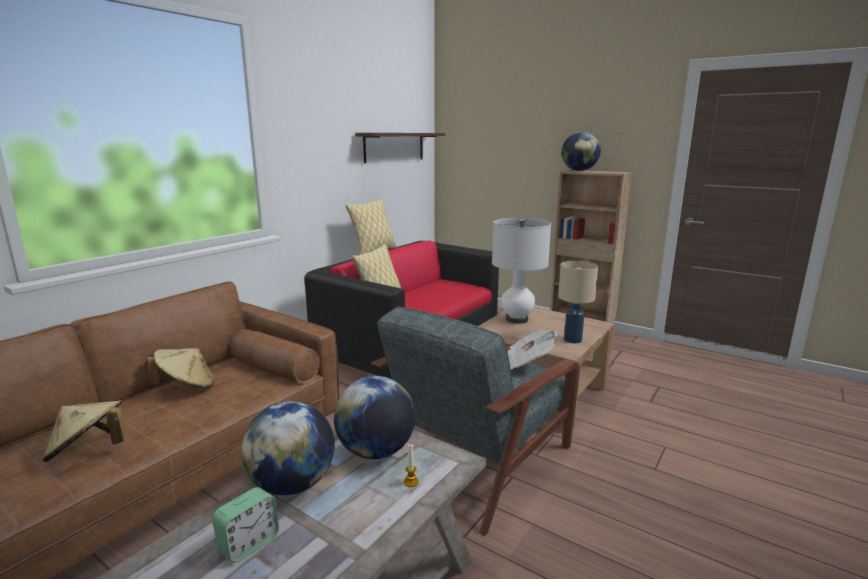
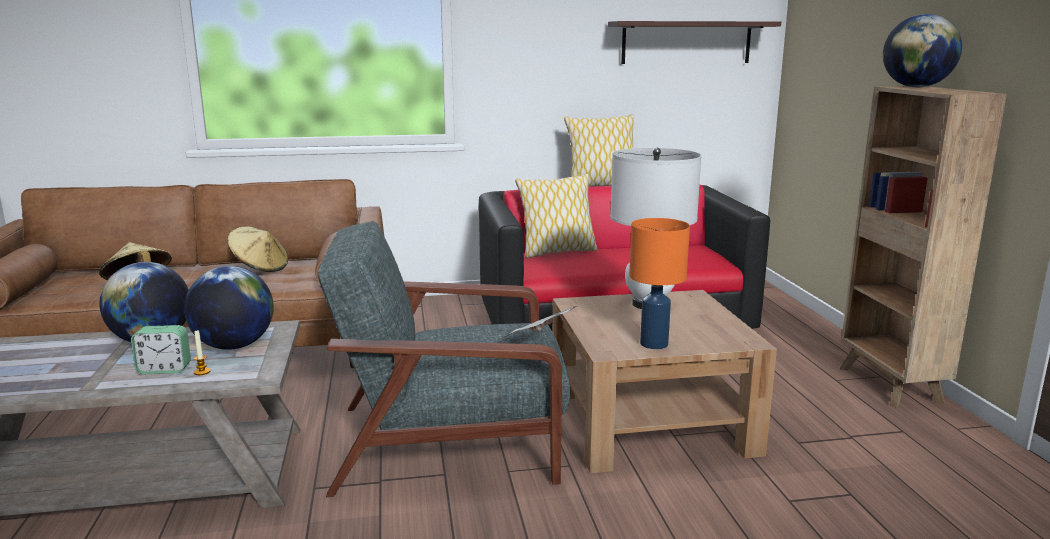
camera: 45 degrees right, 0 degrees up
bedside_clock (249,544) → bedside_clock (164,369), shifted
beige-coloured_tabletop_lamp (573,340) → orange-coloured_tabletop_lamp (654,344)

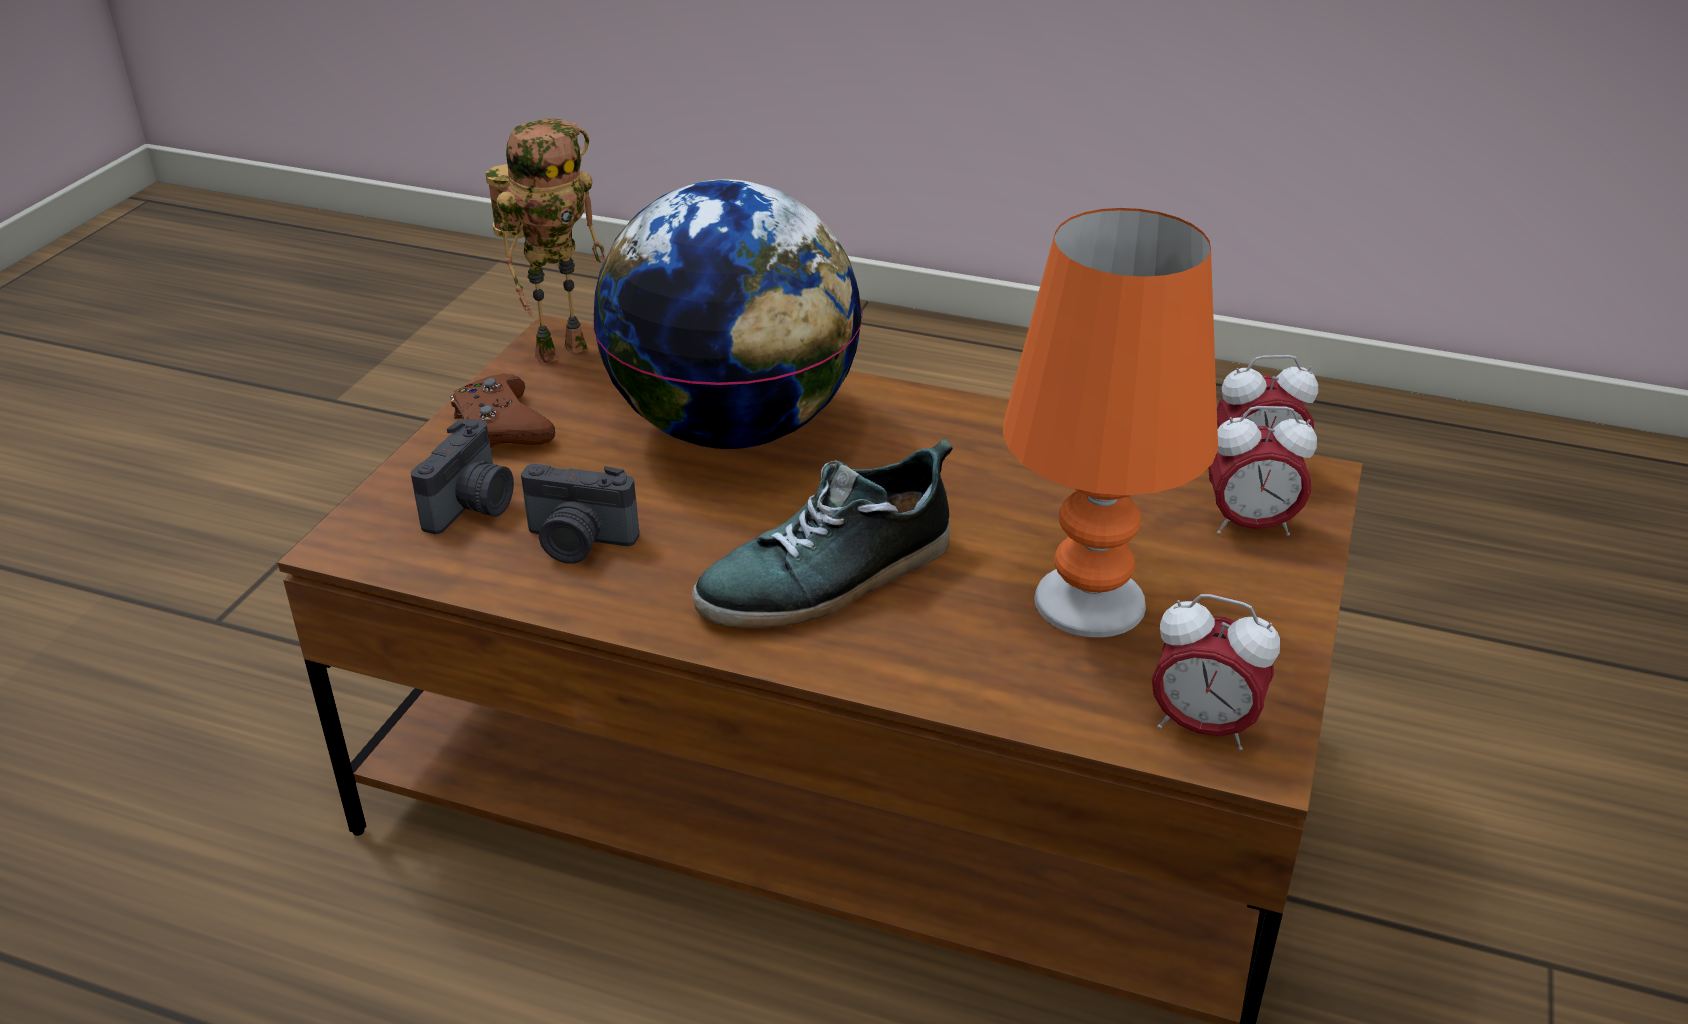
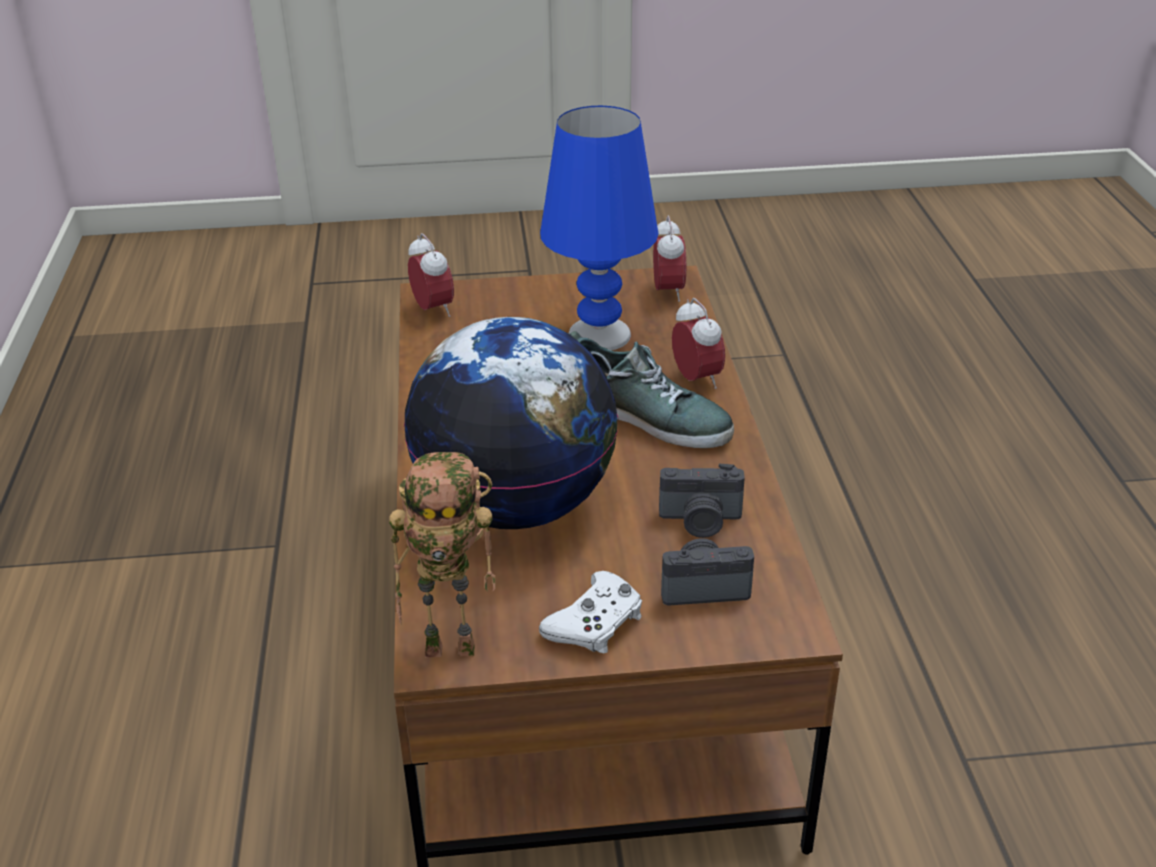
camera: 115 degrees left, 0 degrees up
bedside_clock (1250,525) → bedside_clock (696,380), shifted
brown-coloured_gamepad (501,426) → white_gamepad (595,623)
orange-coloured_tabletop_lamp (1088,600) → bluish_tabletop_lamp (599,335)
robot_figure (561,349) → robot_figure (454,645), 150 degrees clockwise
still_camera (578,543) → still_camera (700,521), 105 degrees clockwise

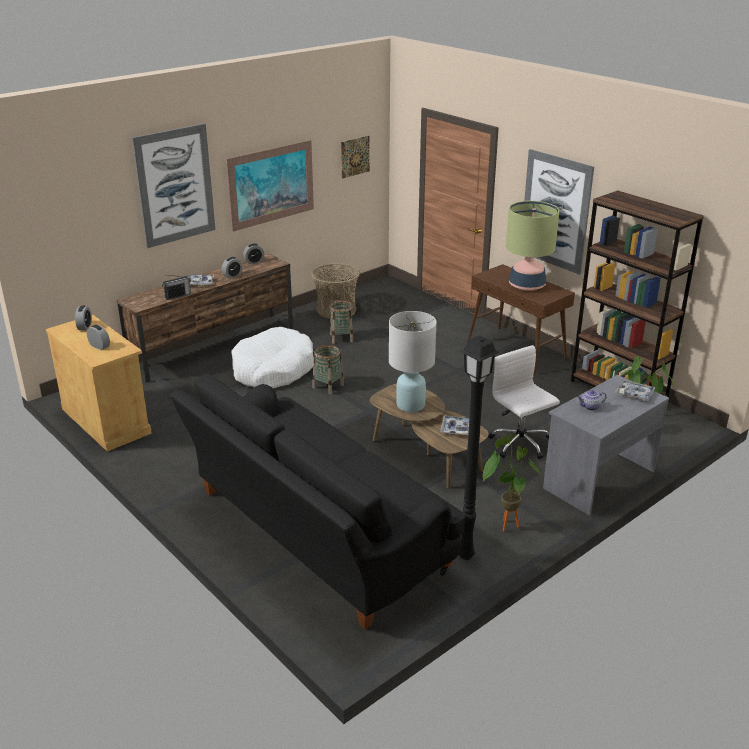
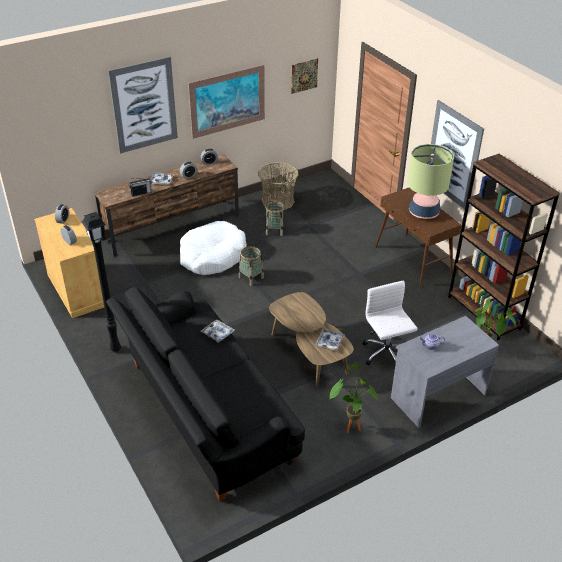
camera: 10 degrees right, 10 degrees up
white_tabletop_lamp (410,405) → -
black_standing_lamp (464,555) → black_standing_lamp (114,349), shifted
carrying_tray (634,394) → carrying_tray (217,333), shifted

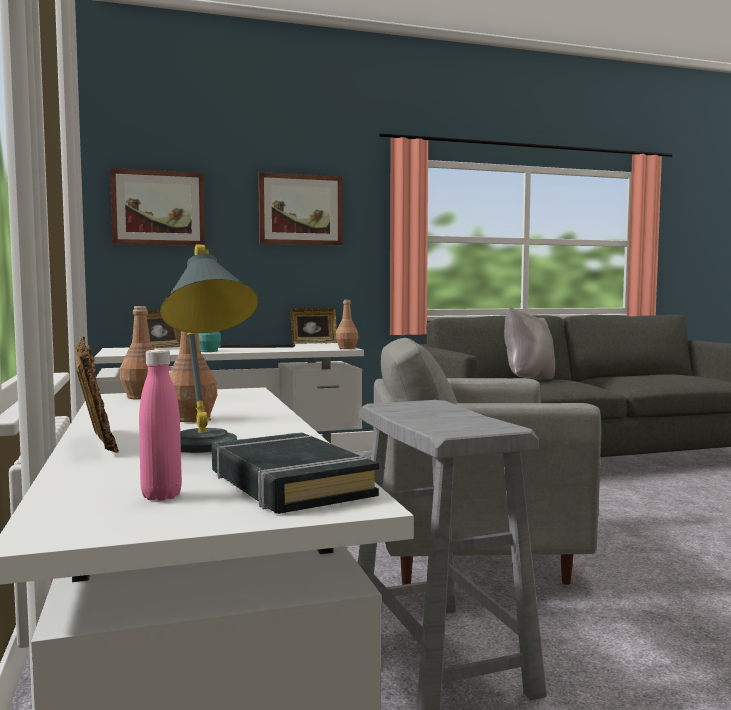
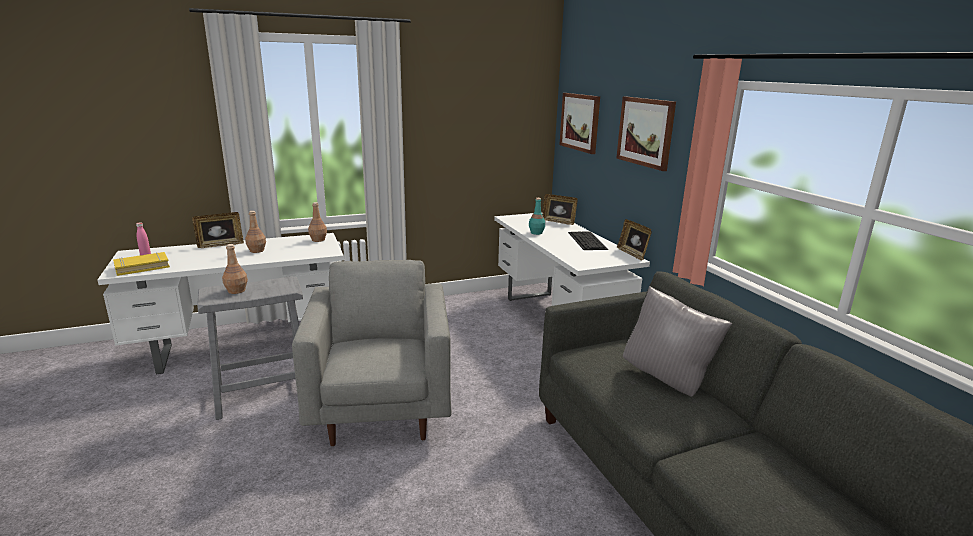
camera: 85 degrees right, 15 degrees up
greyish_tabletop_lamp (207,450) → -
brown-coloured_beverage_bottle (346,348) → brown-coloured_beverage_bottle (236,290), shifted
black_volume (288,484) → yellow-coloured_volume (142,267)

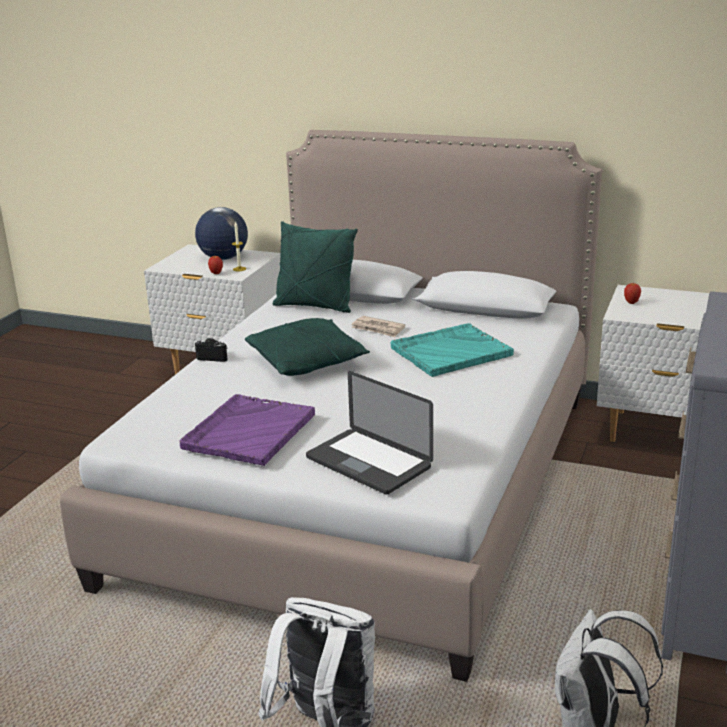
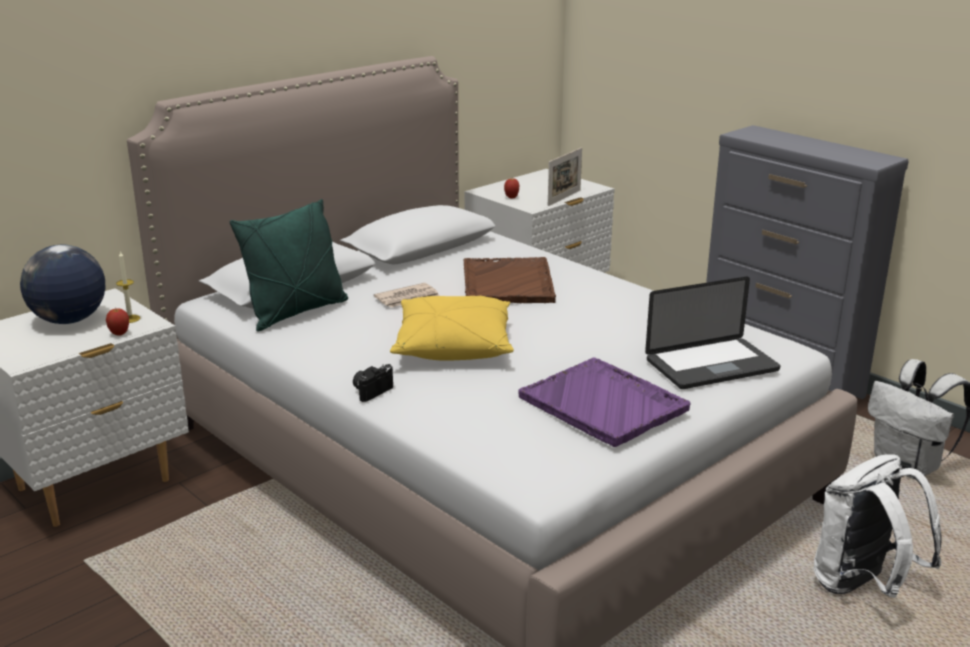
camera: 65 degrees left, 0 degrees up
- → photo_frame (564,198)
greenish_cushion (307,362) → yellow-coloured_cushion (453,346)
blue-green_carrying_tray (450,352) → brown-coloured_carrying_tray (507,283)

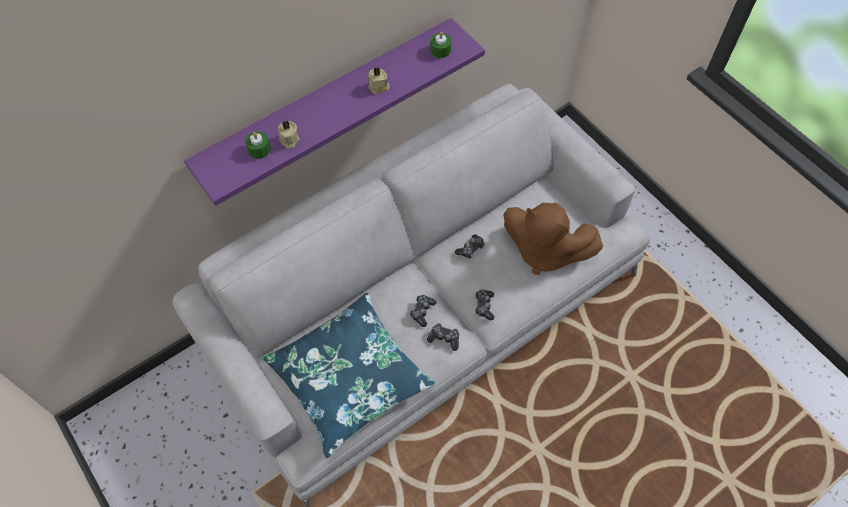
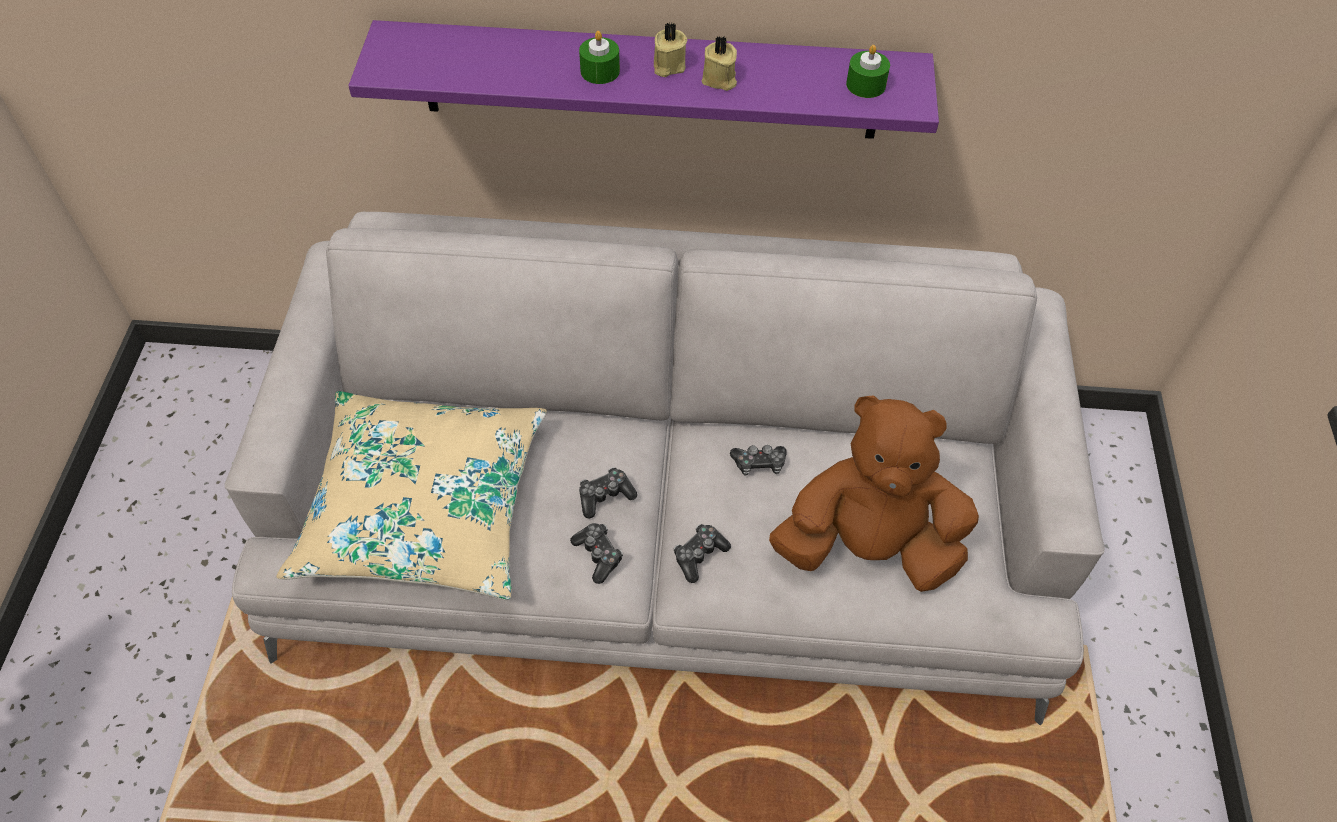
camera: 40 degrees right, 5 degrees down
greenish_candle (259,149) → greenish_candle (600,71), shifted
beige-coloured_candle (289,140) → beige-coloured_candle (668,66), shifted
bluish_cushion (349,378) → beige-coloured_cushion (424,507)
brown-coloured_plush_toy (544,251) → brown-coloured_plush_toy (868,546), 120 degrees clockwise

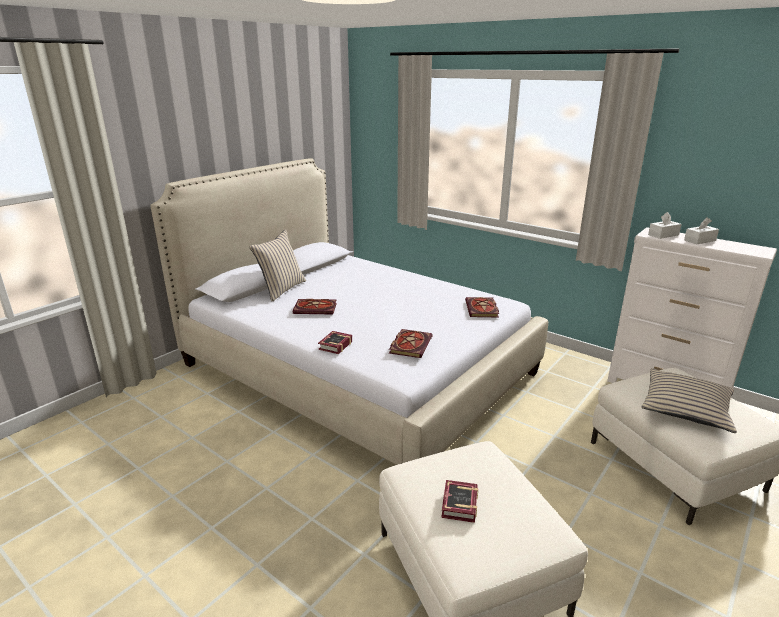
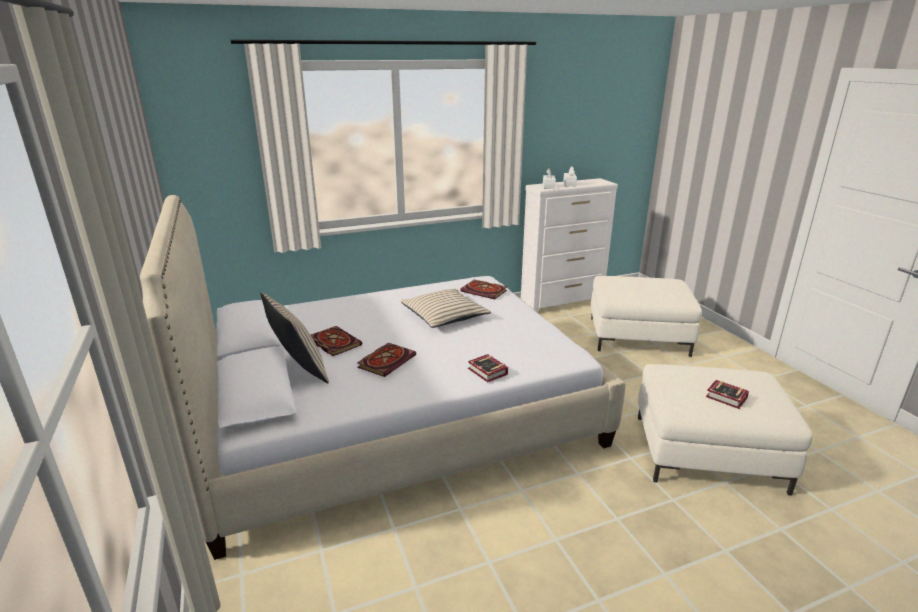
camera: 60 degrees left, 0 degrees up
volume (410,344) → volume (333,342), shifted
beige-coloured_cushion (686,408) → beige-coloured_cushion (444,316), shifted

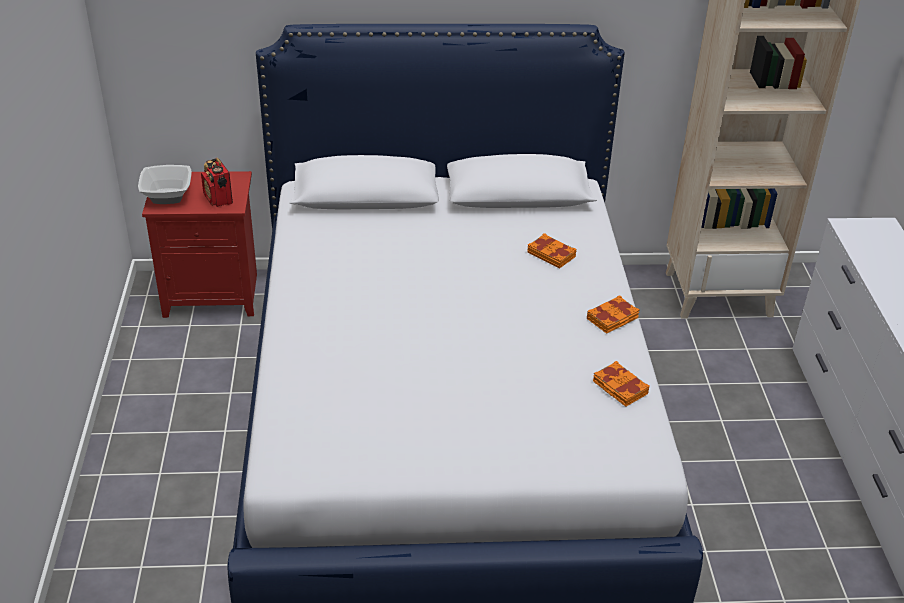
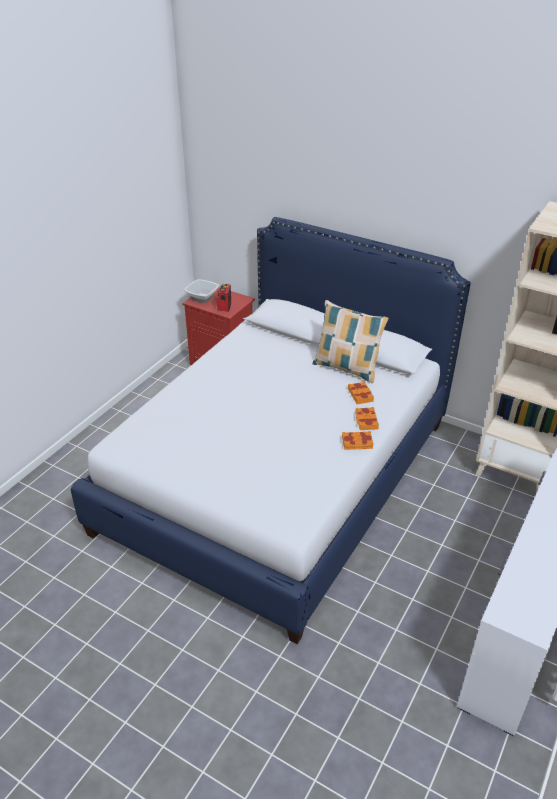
camera: 35 degrees right, 0 degrees up
- → cushion (347,368)
orange-coloured_volume (619,388) → orange-coloured_volume (366,421), shifted

